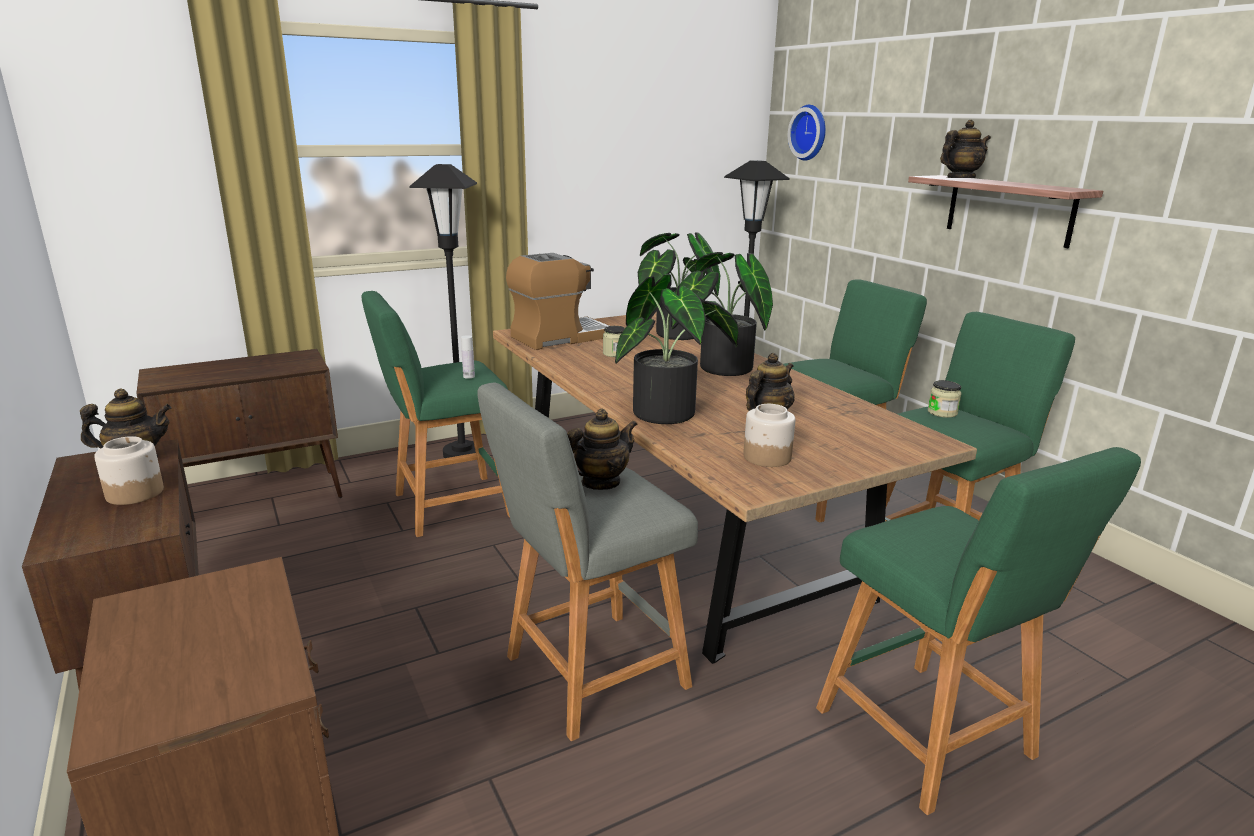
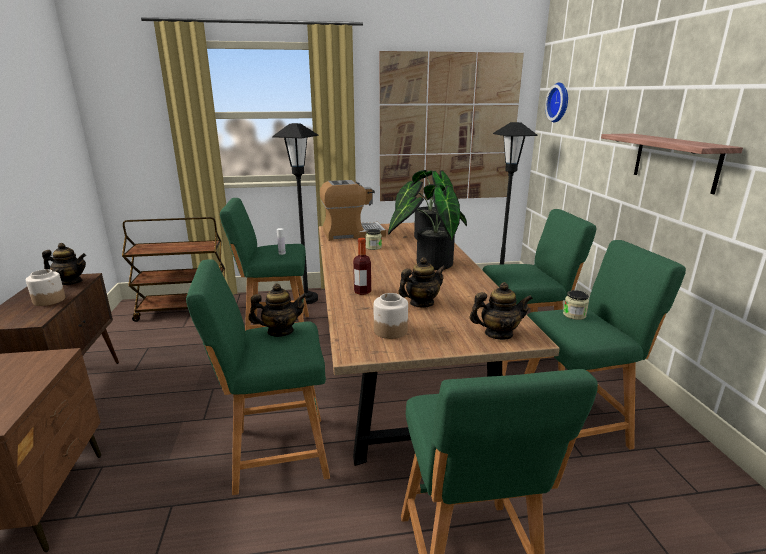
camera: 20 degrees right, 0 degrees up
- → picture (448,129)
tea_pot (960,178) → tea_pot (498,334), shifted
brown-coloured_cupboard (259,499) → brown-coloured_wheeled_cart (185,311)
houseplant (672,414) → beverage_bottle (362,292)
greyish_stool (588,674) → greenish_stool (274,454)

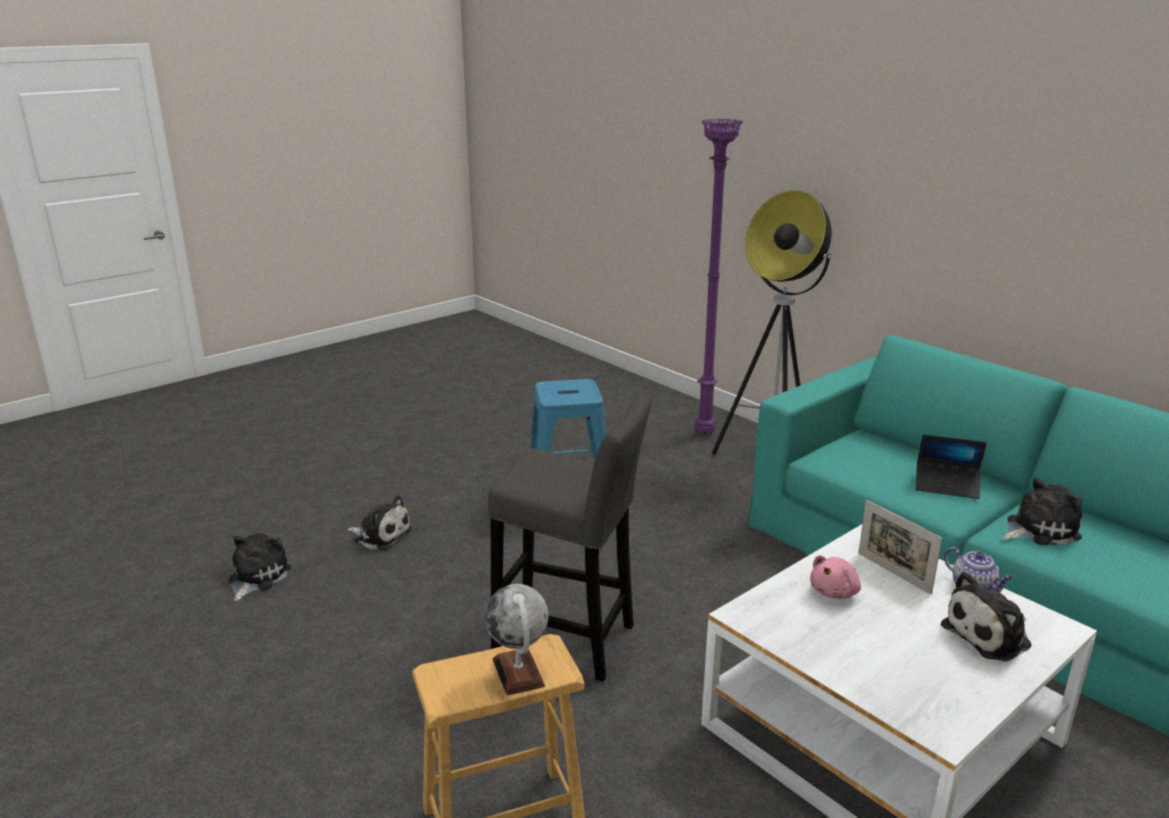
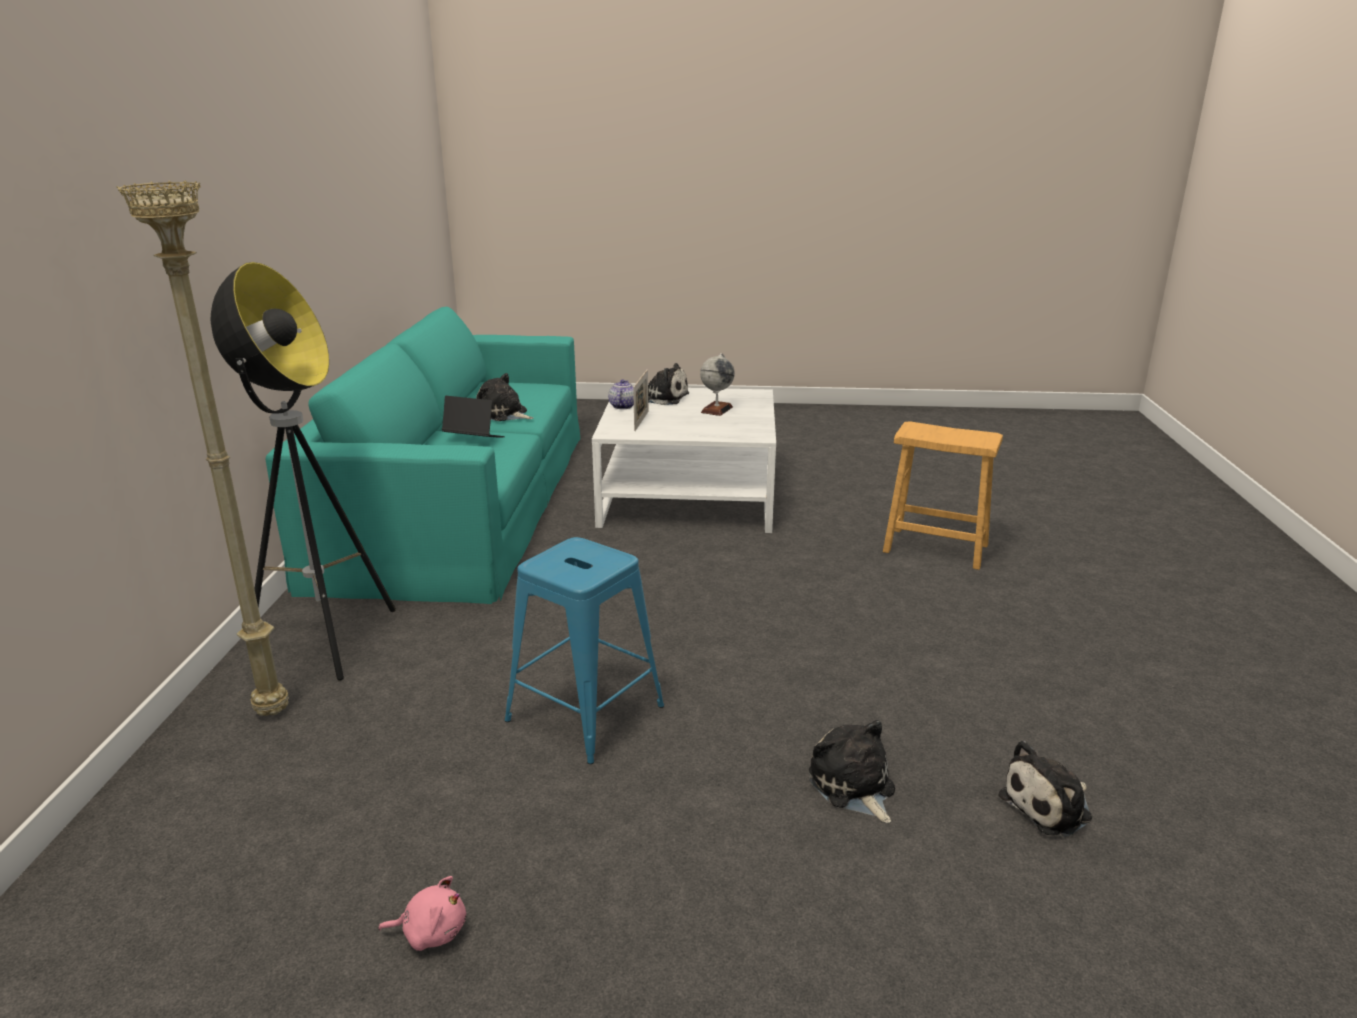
camera: 135 degrees left, 0 degrees up
greyish_stool (571,641) → -
desk_globe (518,672) → desk_globe (716,409), shifted
pinkish_plush_toy (835,592) → pinkish_plush_toy (431,932), shifted
purple-coloured_standing_lamp (703,433) → beige-coloured_standing_lamp (271,714)
portable_computer (946,486) → portable_computer (473,439), 45 degrees counterclockwise

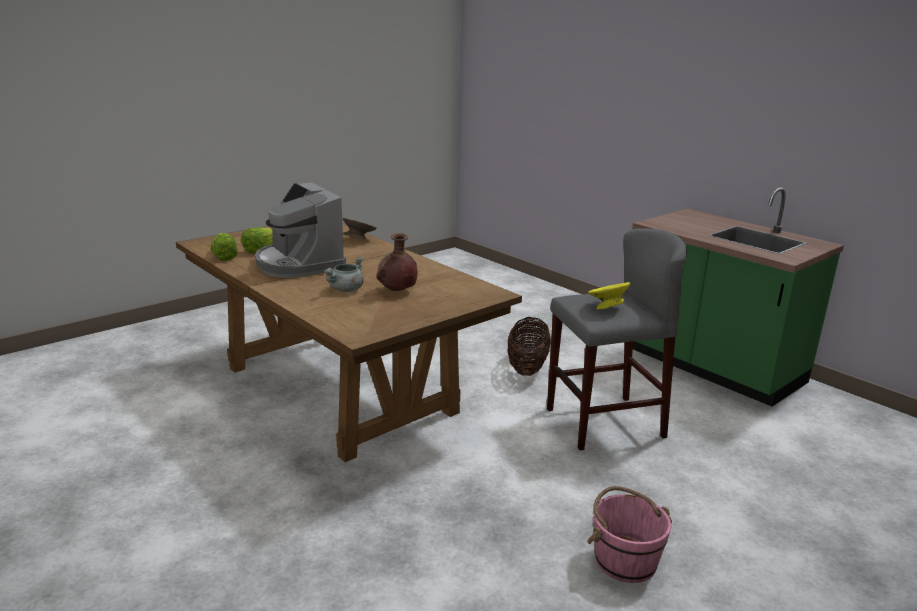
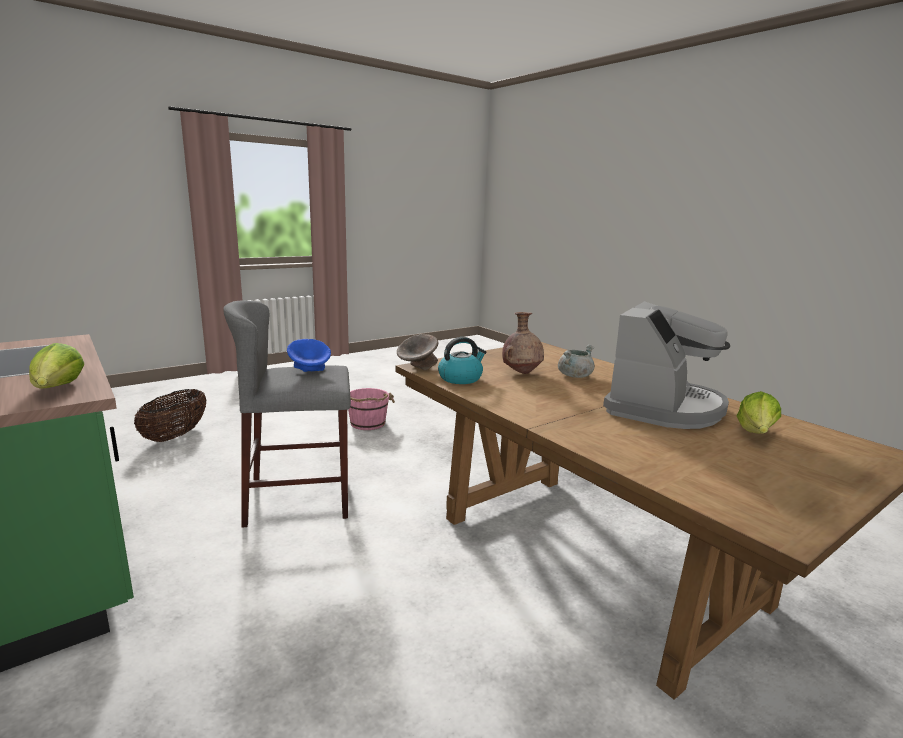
camera: 175 degrees left, 5 degrees down
- → kettle (460,378)
lettuce (224,257) → lettuce (58,389), shifted
greyish_bowl (359,239) → greyish_bowl (417,367), shifted
basket (527,368) → basket (175,436), shifted
yellow-coloured_bowl (606,307) → bluish_bowl (310,371)
coffee_maker (299,264) → coffee_maker (663,408), 60 degrees clockwise

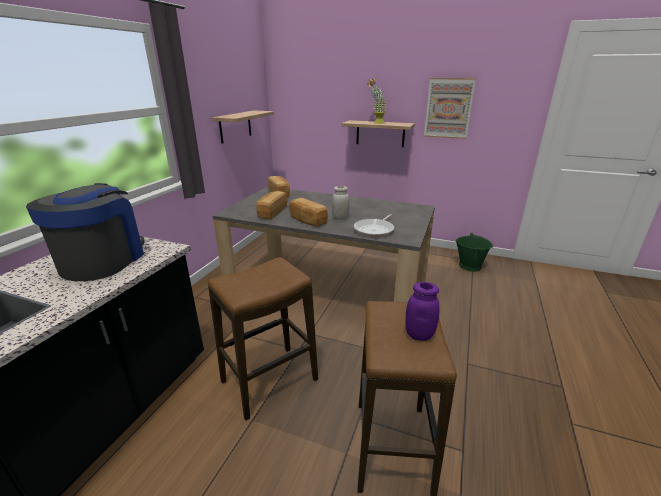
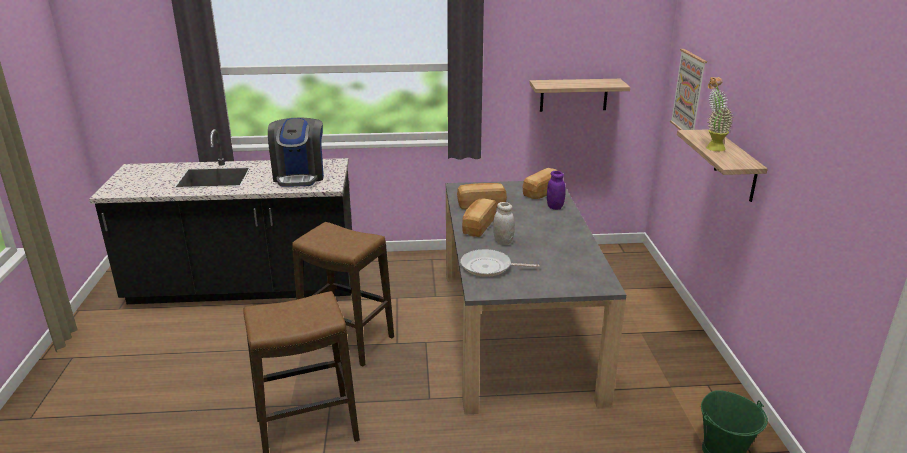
camera: 65 degrees right, 0 degrees up
purple-coloured_jar (419,335) → purple-coloured_jar (555,207), shifted
picture (448,108) → picture (689,93), shifted
coffee_maker (103,260) → coffee_maker (299,176), 105 degrees clockwise

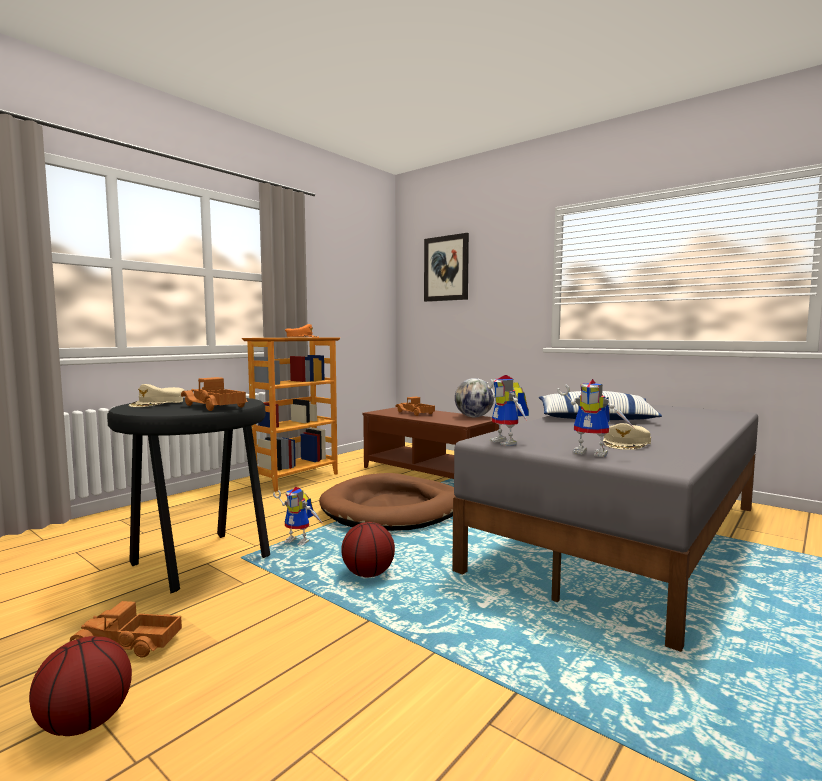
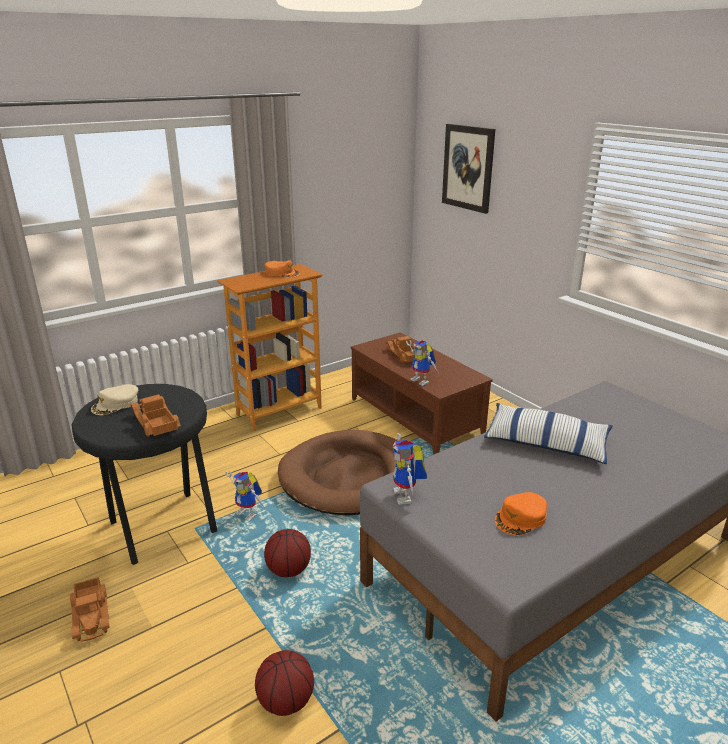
camera: 15 degrees right, 20 degrees up
desk_globe (474,417) → -
basketball_ball (84,723) → basketball_ball (285,701), shifted
robot_figure (594,453) → robot_figure (422,381), shifted
beige-coloured_peaked_cap (626,443) → orange-coloured_peaked_cap (521,518)
toy_lorry (127,643) → toy_lorry (92,615), 135 degrees counterclockwise

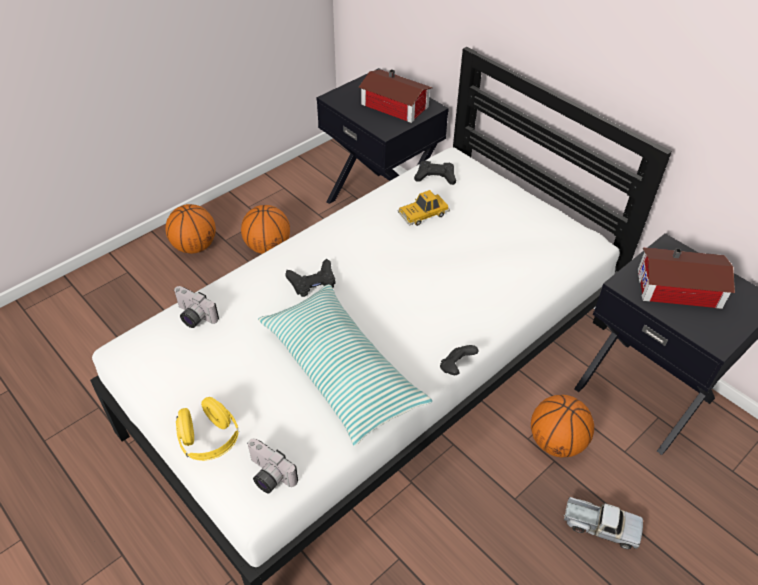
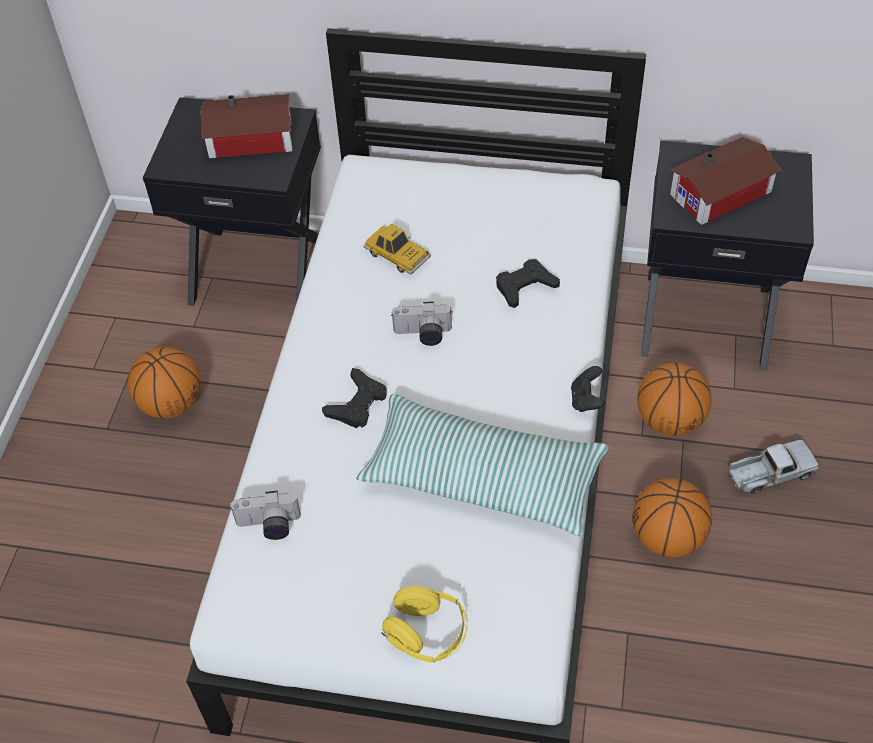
camera: 35 degrees left, 5 degrees up
basketball_ball (195,246) → basketball_ball (667,537), shifted
still_camera (268,476) → still_camera (423,335), shifted
black_gamepad (435,176) → black_gamepad (525,287), shifted
model_car (423,214) → model_car (397,255), 75 degrees counterclockwise

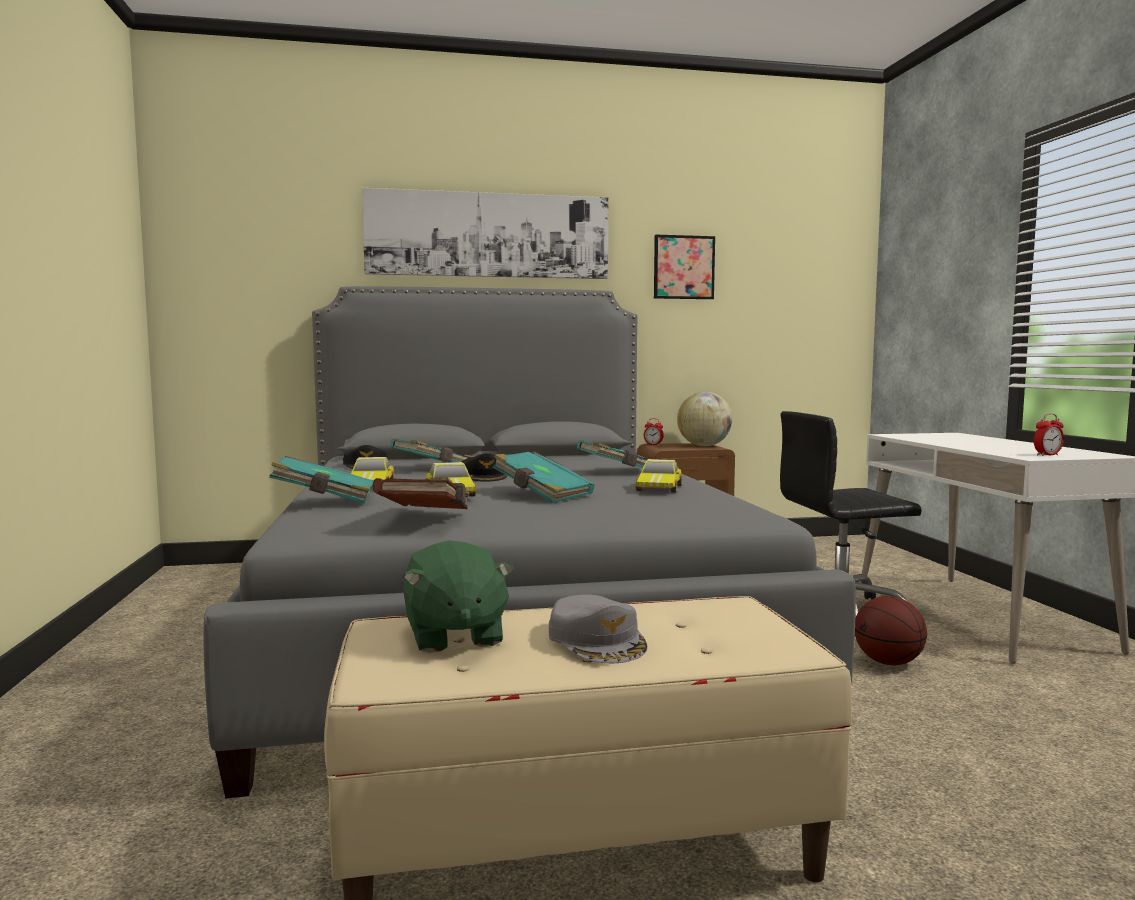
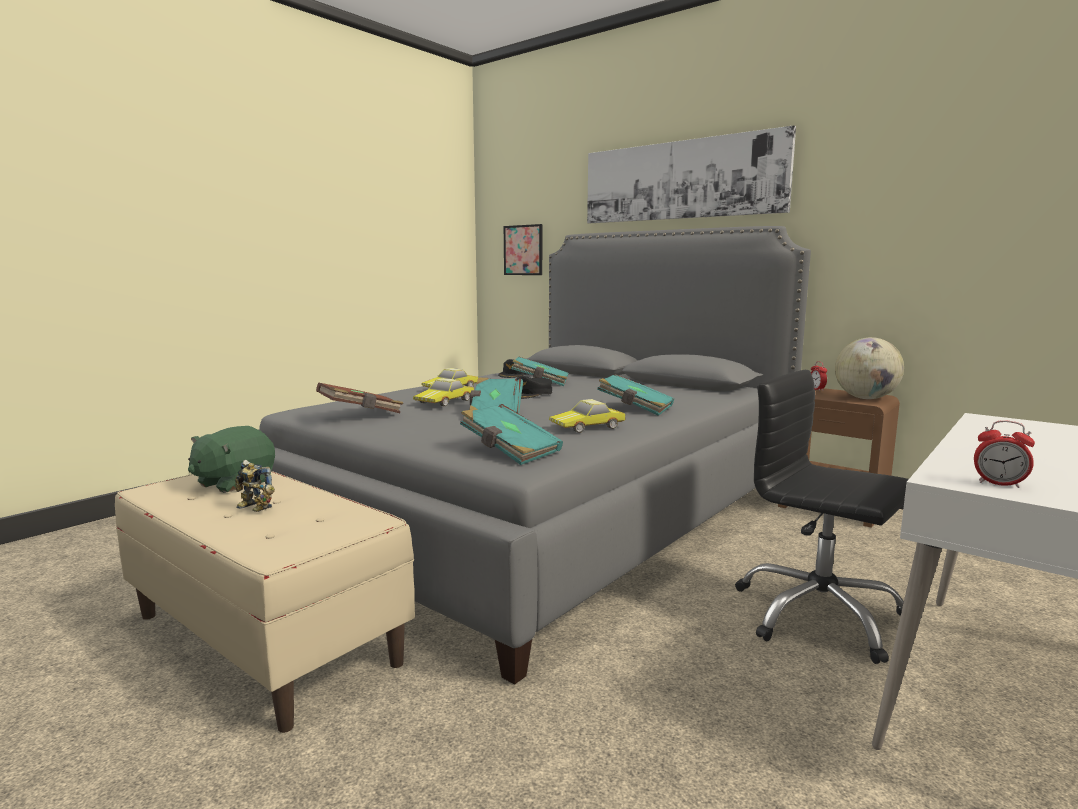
camera: 50 degrees right, 5 degrees up
basketball_ball (888,662) → -
blue-green_volume (324,500) → blue-green_volume (509,451), shifted
picture (684,267) → picture (523,250), shifted
greyish_peaked_cap (597,640) → robot_figure (253,508)

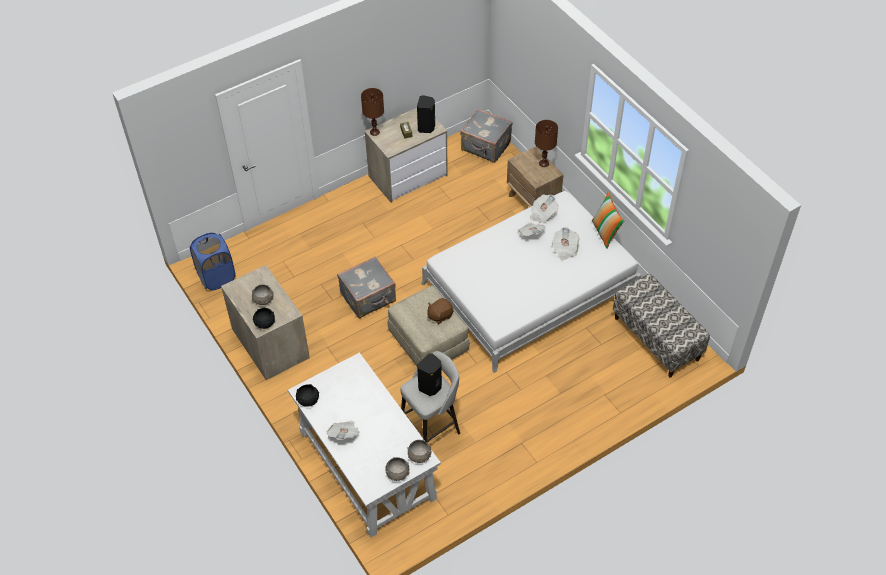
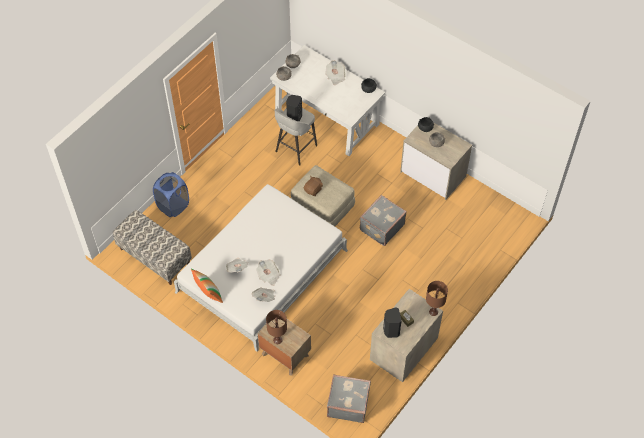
camera: 160 degrees right, 5 degrees up
bluish_hamper (217,277) → bluish_hamper (173,206), shifted

